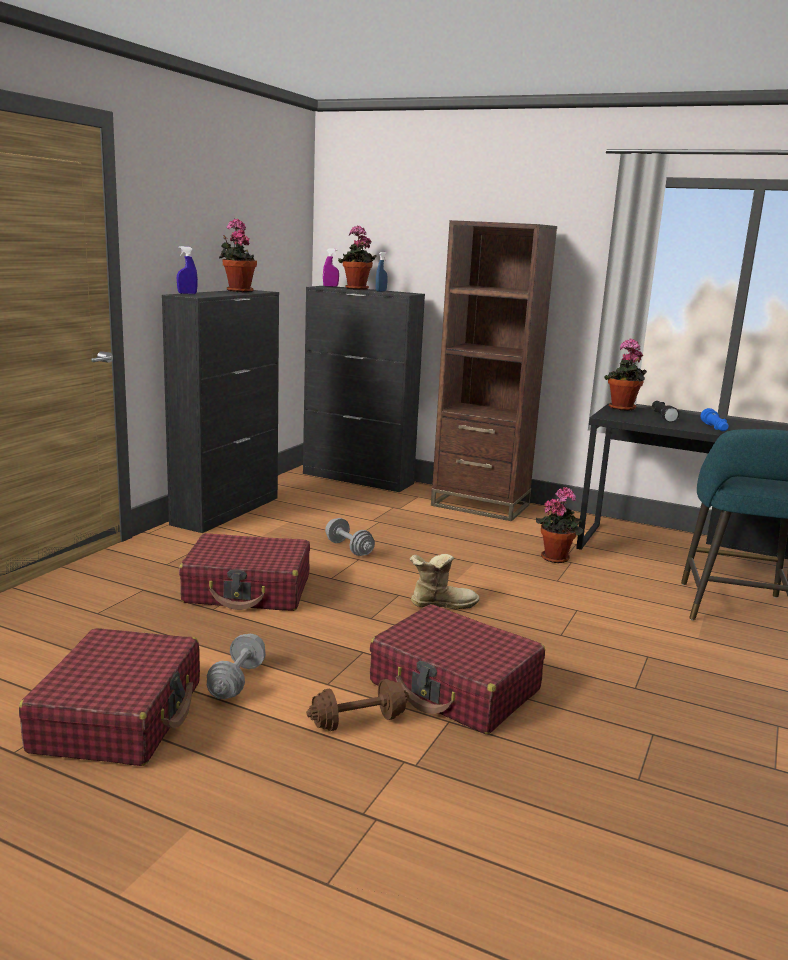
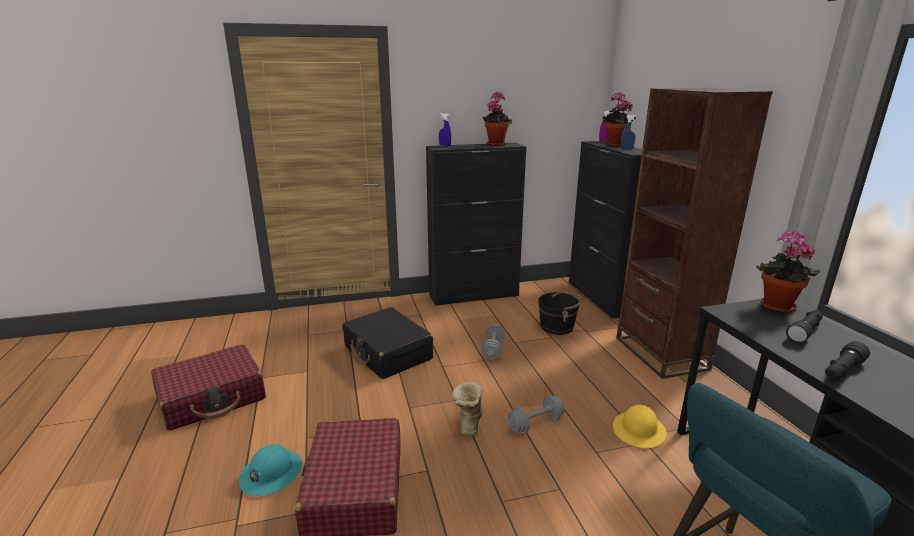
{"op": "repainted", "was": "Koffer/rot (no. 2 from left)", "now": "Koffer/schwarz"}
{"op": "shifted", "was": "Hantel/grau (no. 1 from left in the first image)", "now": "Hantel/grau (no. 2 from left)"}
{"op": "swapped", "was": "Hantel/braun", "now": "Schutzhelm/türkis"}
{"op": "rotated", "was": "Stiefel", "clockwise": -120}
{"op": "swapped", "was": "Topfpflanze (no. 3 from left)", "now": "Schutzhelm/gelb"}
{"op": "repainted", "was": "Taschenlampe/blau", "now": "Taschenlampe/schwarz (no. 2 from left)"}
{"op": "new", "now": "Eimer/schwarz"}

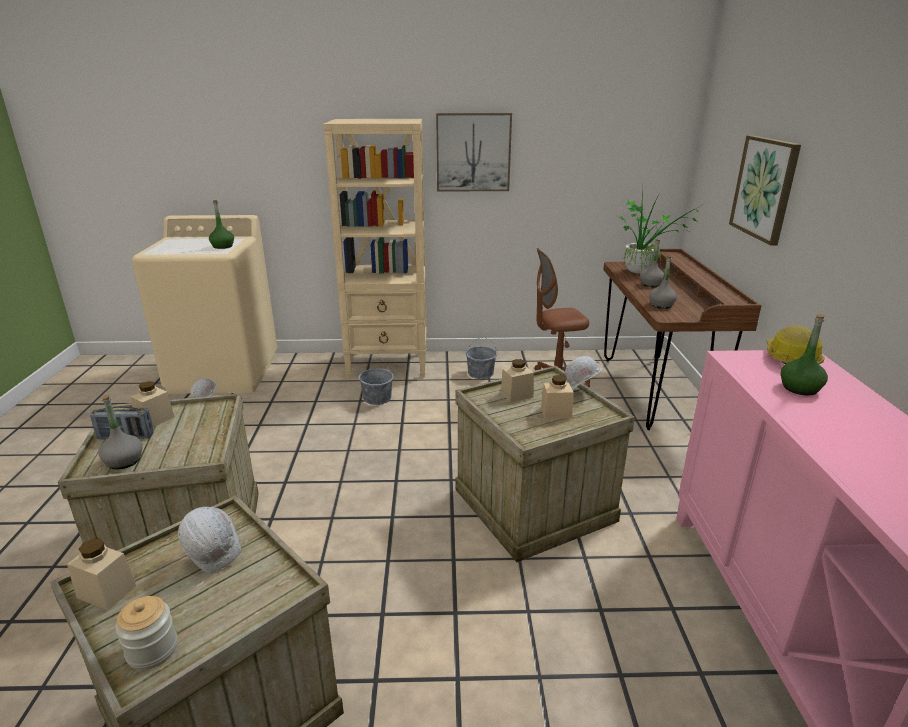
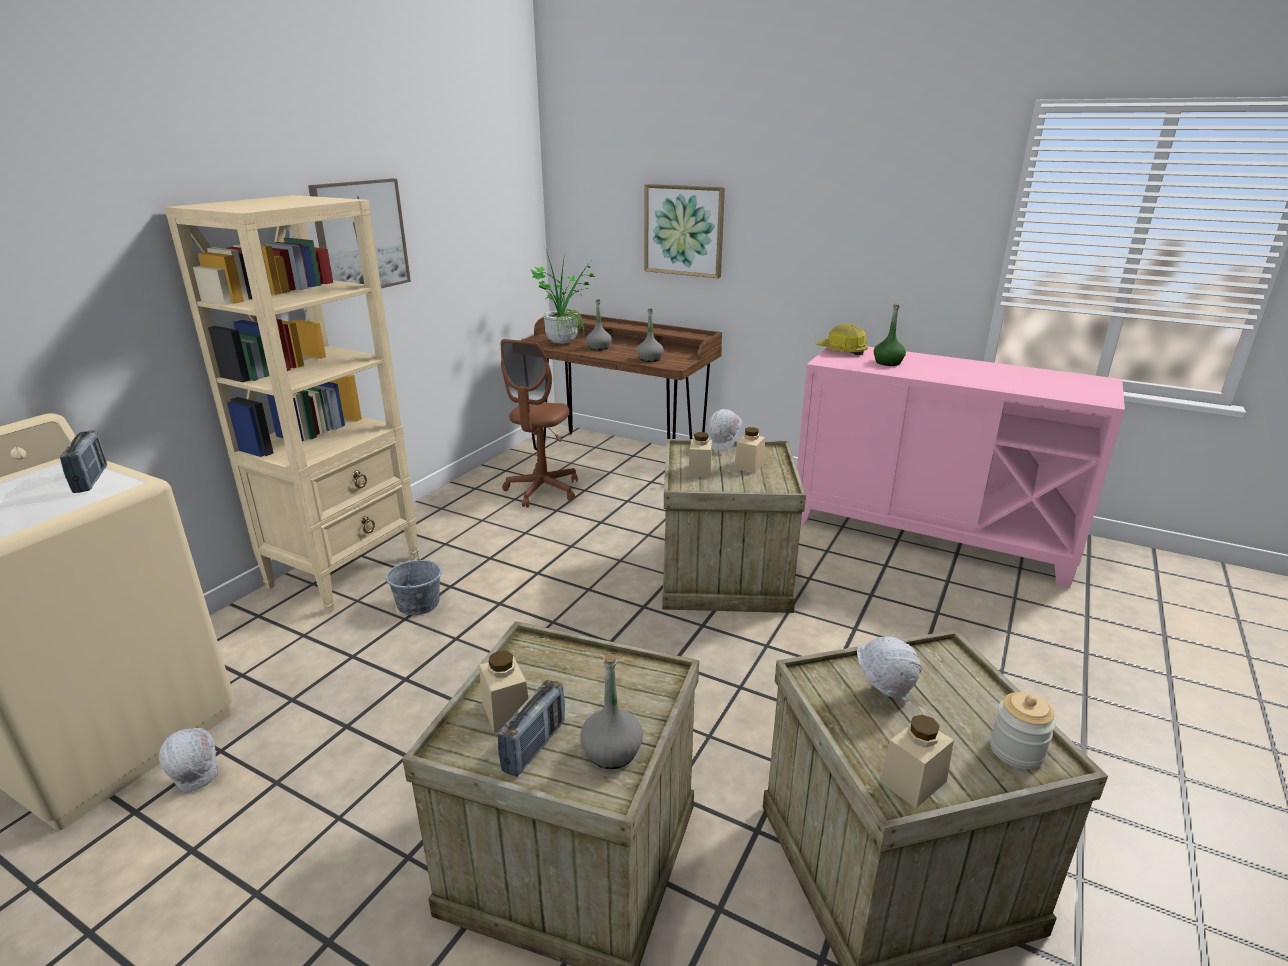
{"op": "swapped", "was": "Flasche/grün (no. 1 from left)", "now": "Radio (no. 1 from left)"}
{"op": "gone", "was": "Eimer/grau (no. 2 from left)"}

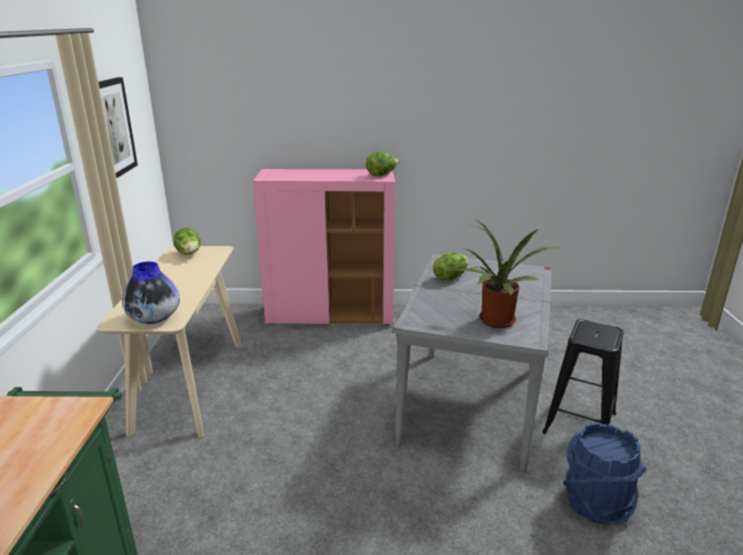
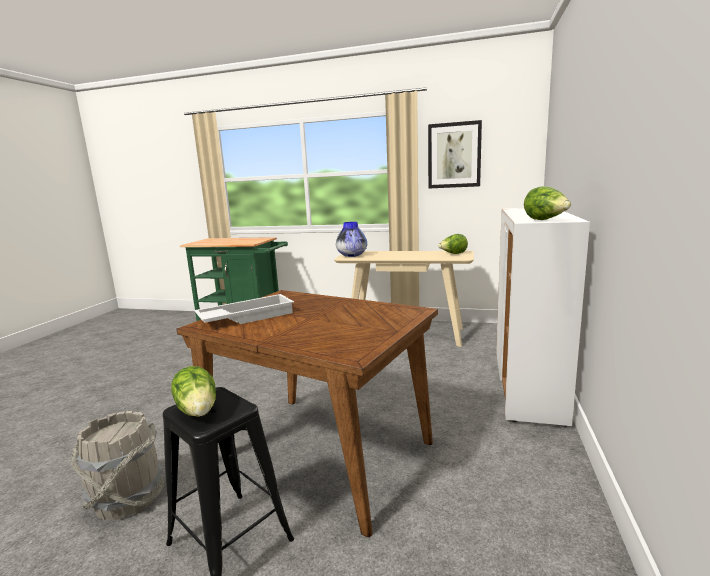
{"op": "repainted", "was": "Schrank/rosa", "now": "Schrank/weiß"}
{"op": "repainted", "was": "Esstisch/grau", "now": "Esstisch/braun"}
{"op": "shifted", "was": "Salatkopf (no. 3 from left in the first image)", "now": "Salatkopf (no. 1 from left)"}
{"op": "swapped", "was": "Topfpflanze", "now": "Tablett/weiß"}
{"op": "repainted", "was": "Eimer/blau", "now": "Eimer/grau"}

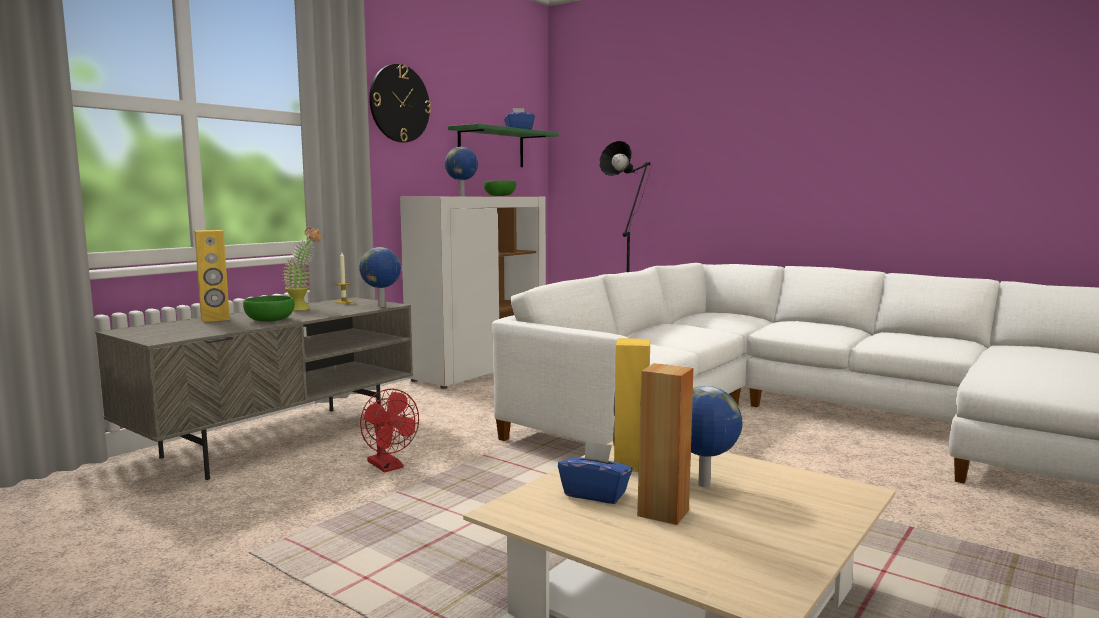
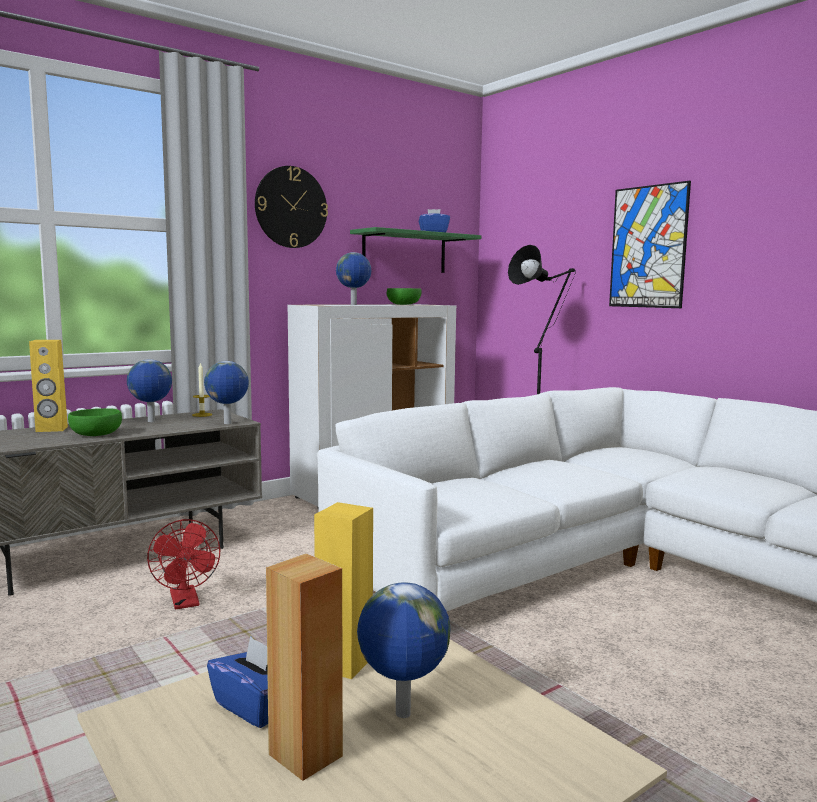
{"op": "swapped", "was": "Topfpflanze", "now": "Globus (no. 1 from left)"}
{"op": "new", "now": "Bild"}

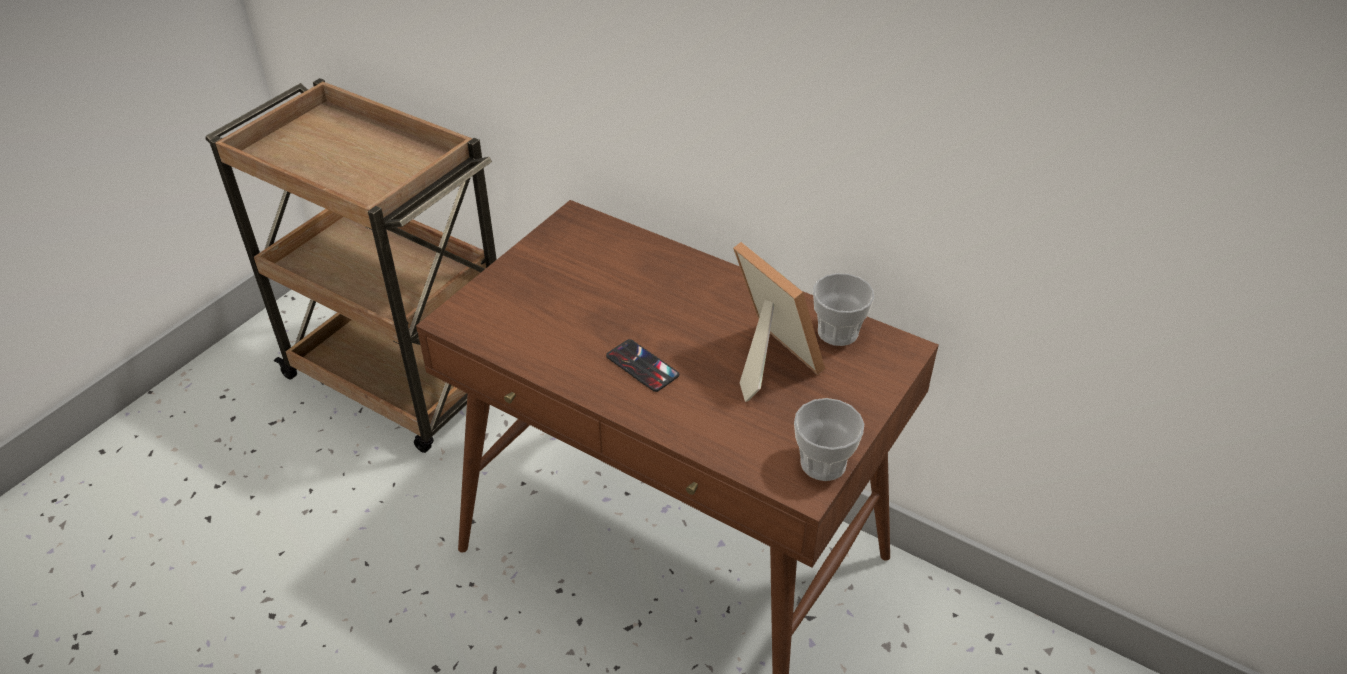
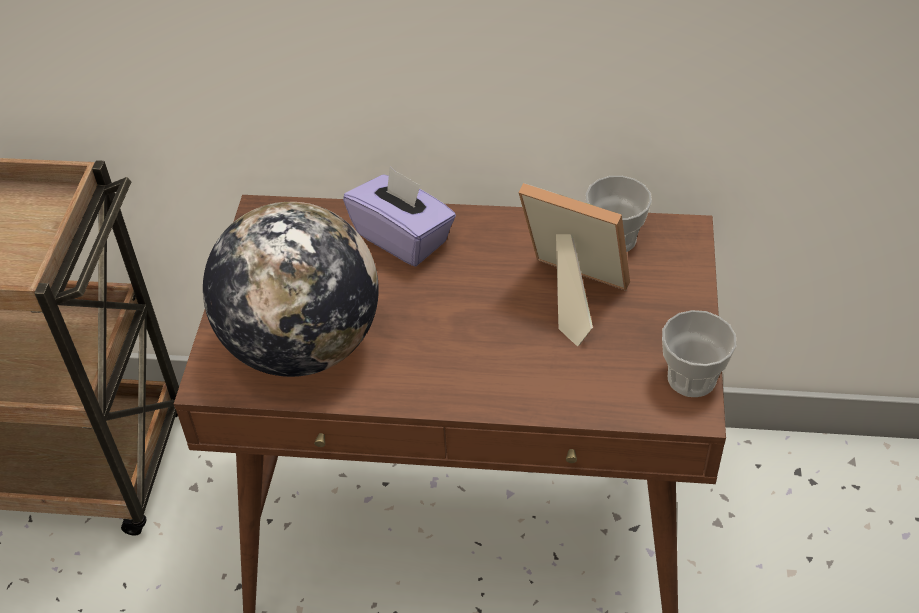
{"op": "gone", "was": "Handy"}
{"op": "new", "now": "Globus"}
{"op": "new", "now": "Taschentuchbox/lila"}

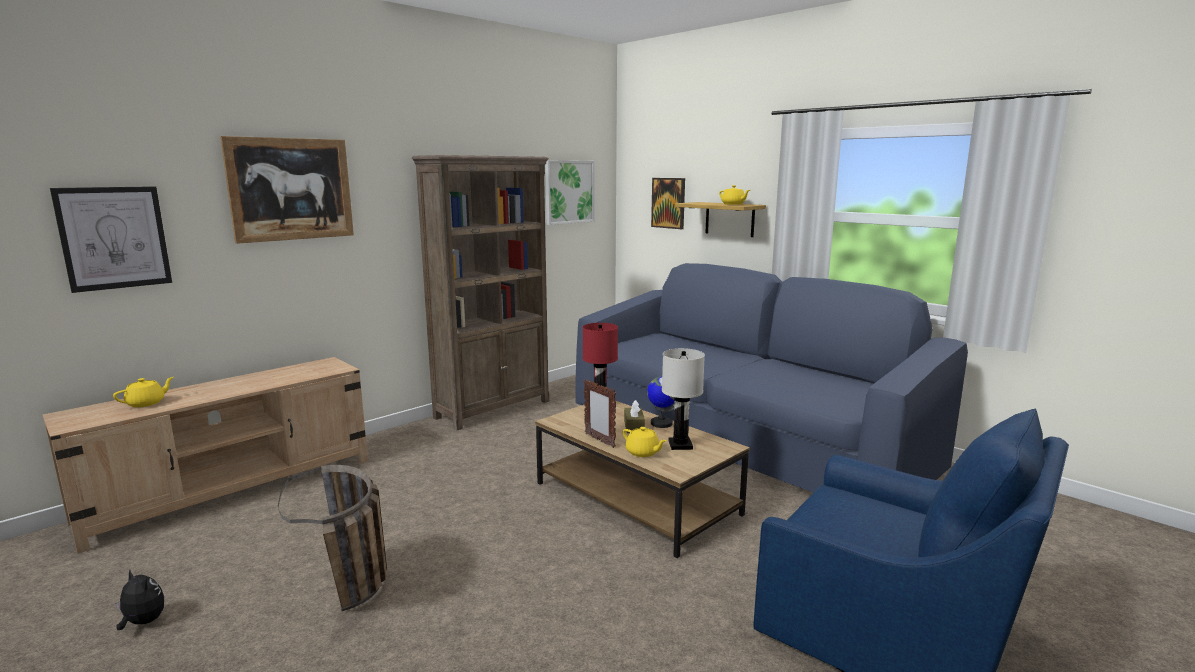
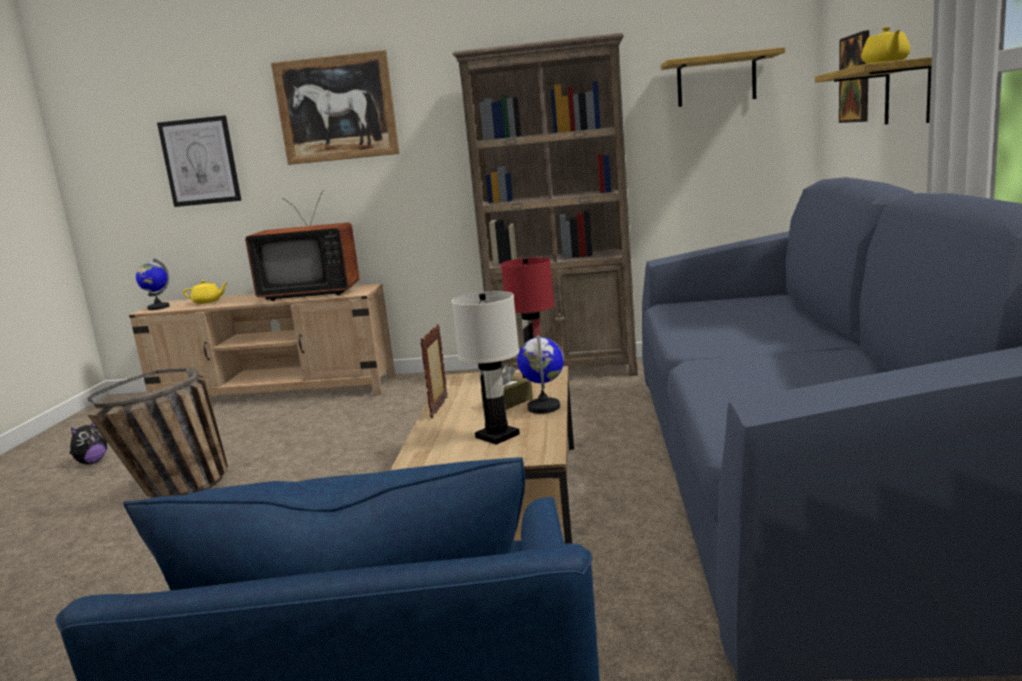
{"op": "rotated", "was": "Plüschtier", "clockwise": 45}
{"op": "swapped", "was": "Bild (no. 3 from left)", "now": "Wandregal (no. 1 from left)"}
{"op": "gone", "was": "Teekanne/gelb (no. 2 from left)"}
{"op": "new", "now": "Globus (no. 1 from left)"}
{"op": "new", "now": "Fernseher"}

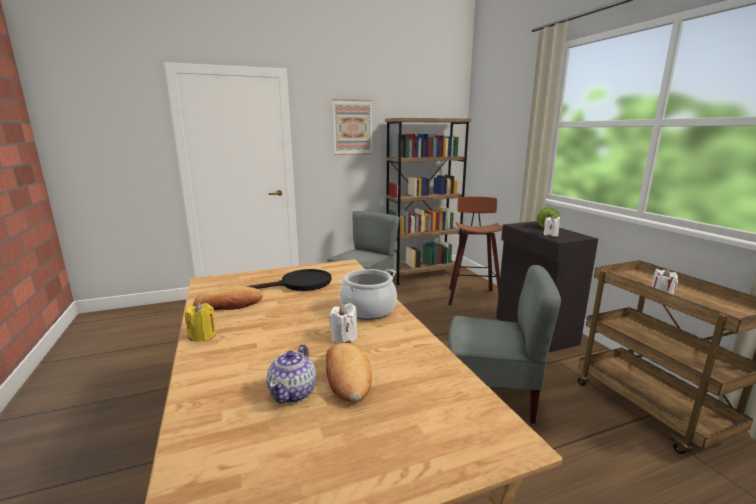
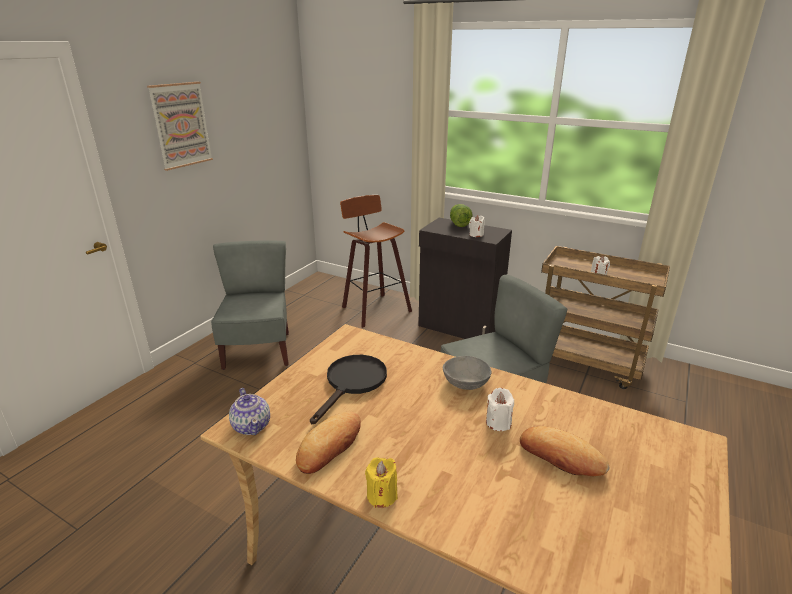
{"op": "shifted", "was": "Teekanne"}
{"op": "swapped", "was": "Kochtopf", "now": "Schüssel/grau"}
{"op": "gone", "was": "Bücherregal/braun"}

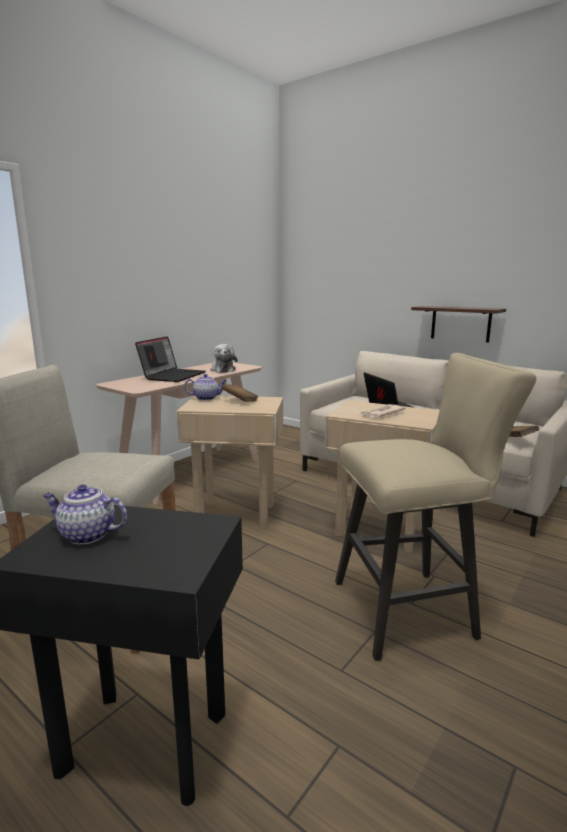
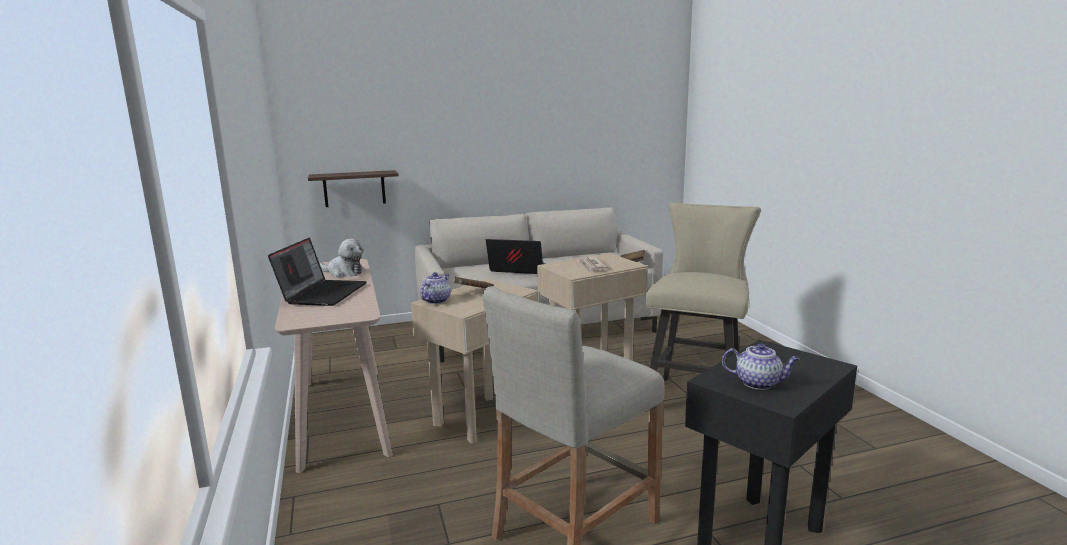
{"op": "rotated", "was": "Teekanne (no. 1 from left in the first image)", "clockwise": -120}
{"op": "rotated", "was": "Laptop (no. 1 from left)", "clockwise": 45}
{"op": "shifted", "was": "Wandregal"}

